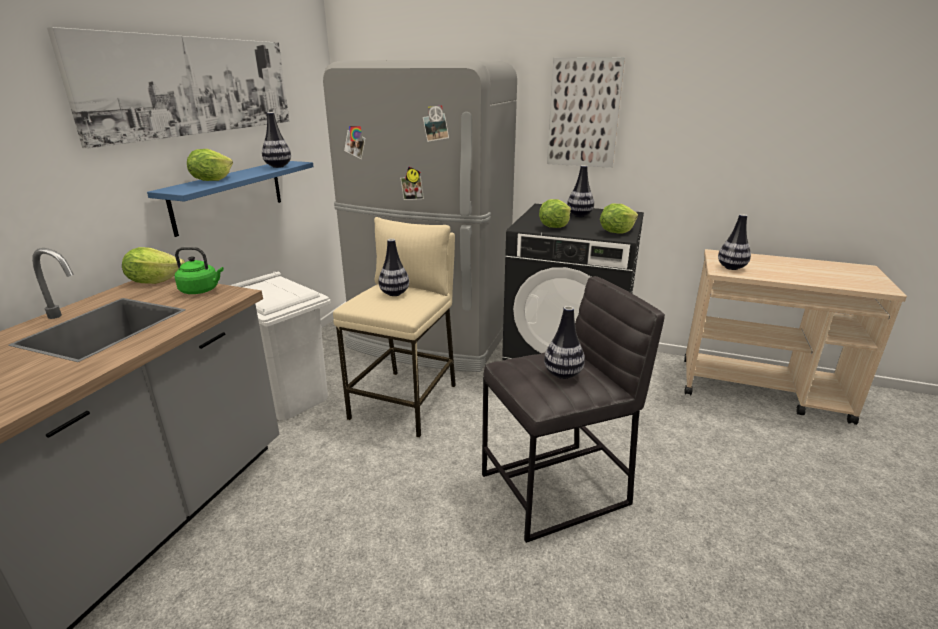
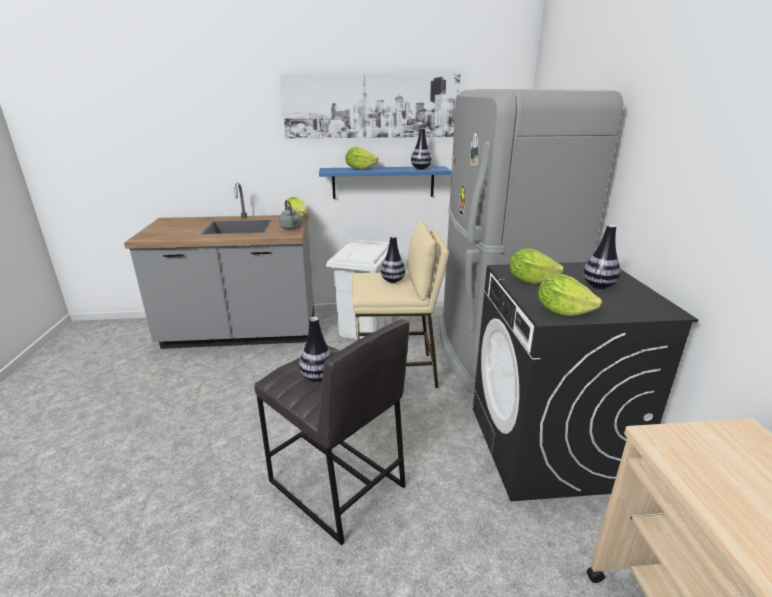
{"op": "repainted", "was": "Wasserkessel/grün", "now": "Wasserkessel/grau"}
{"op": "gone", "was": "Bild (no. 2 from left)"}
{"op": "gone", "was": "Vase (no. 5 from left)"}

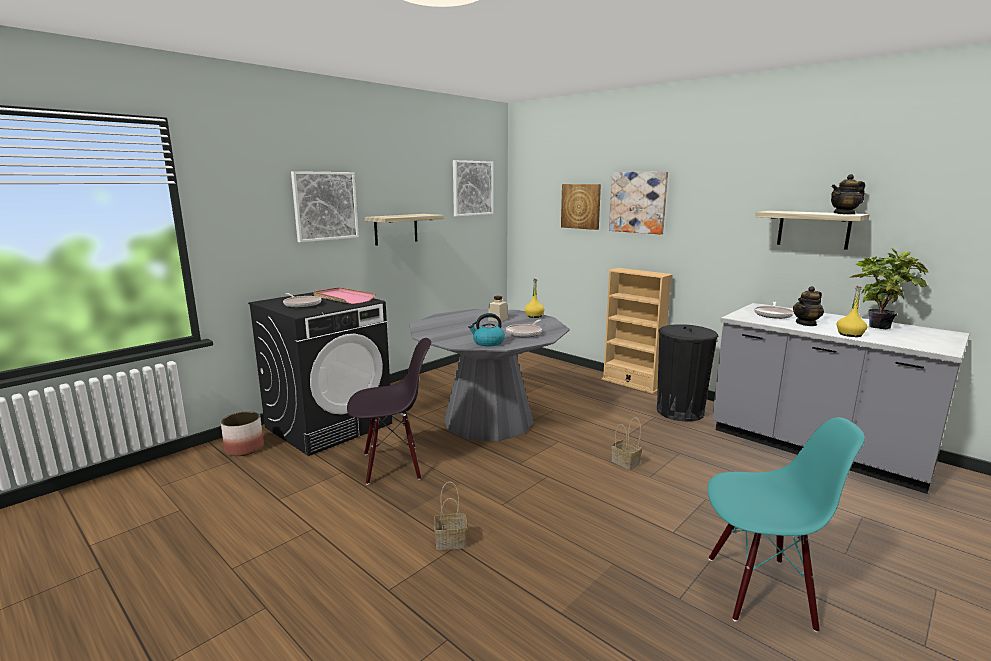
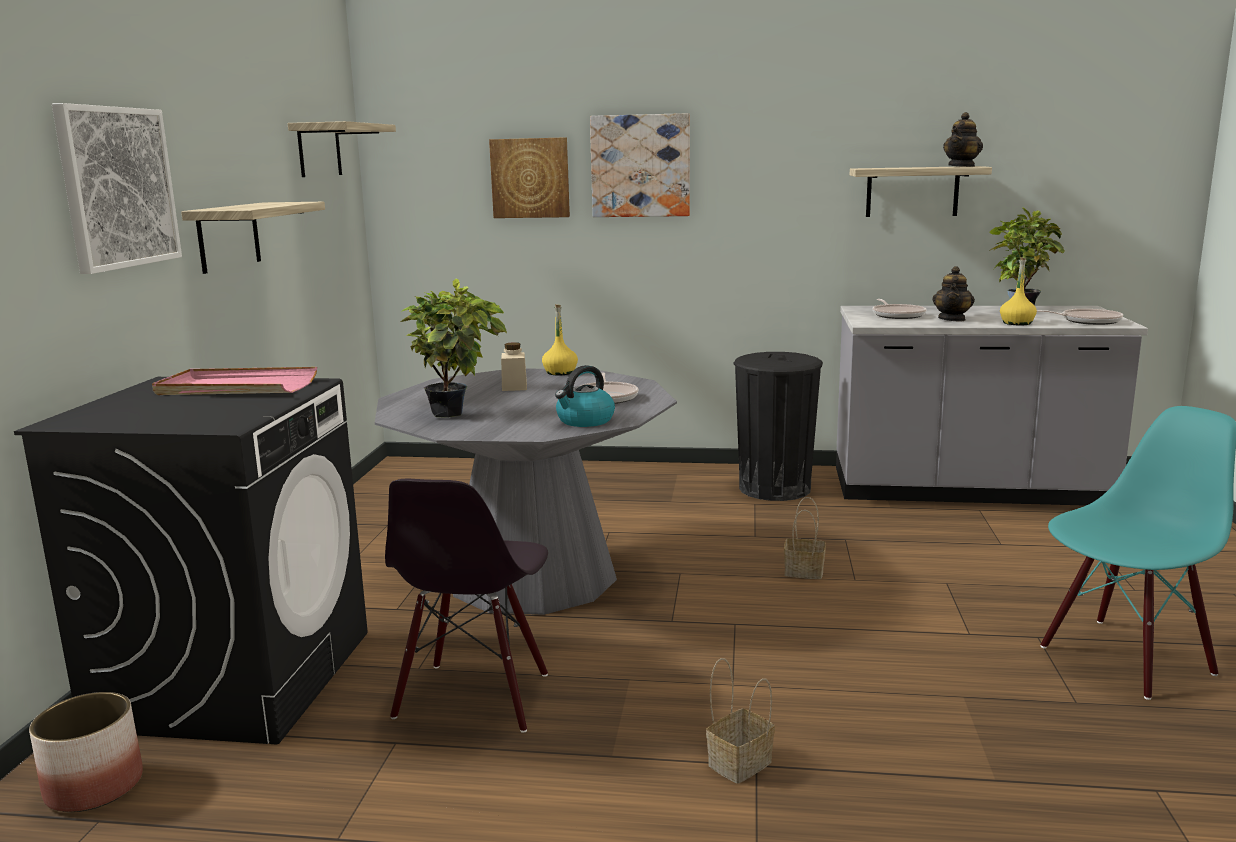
{"op": "shifted", "was": "Pfanne (no. 1 from left in the first image)", "now": "Pfanne (no. 3 from left)"}
{"op": "rotated", "was": "Stuhl/schwarz", "clockwise": 150}
{"op": "swapped", "was": "Bild (no. 2 from left)", "now": "Wandregal (no. 2 from left)"}
{"op": "gone", "was": "Bücherregal/beige"}
{"op": "new", "now": "Topfpflanze (no. 1 from left)"}

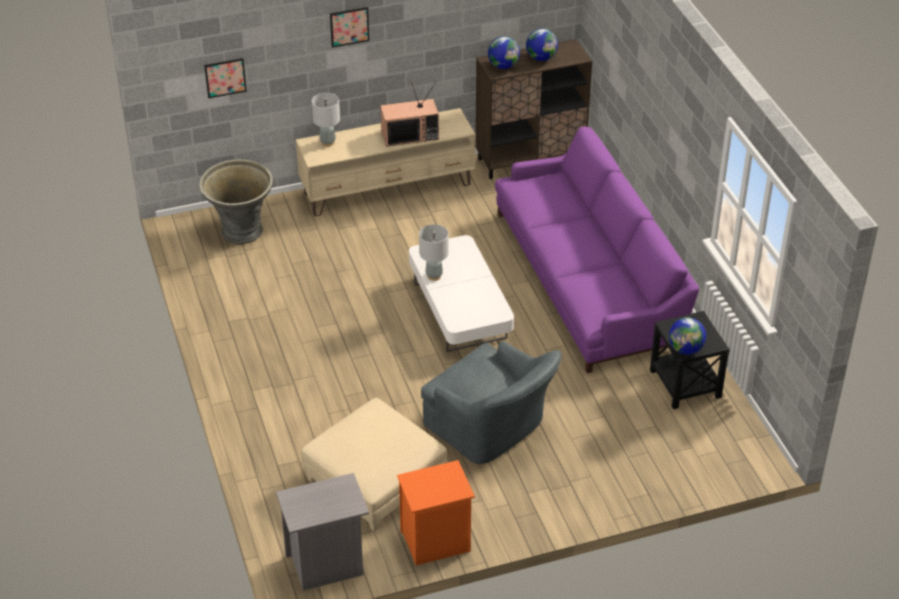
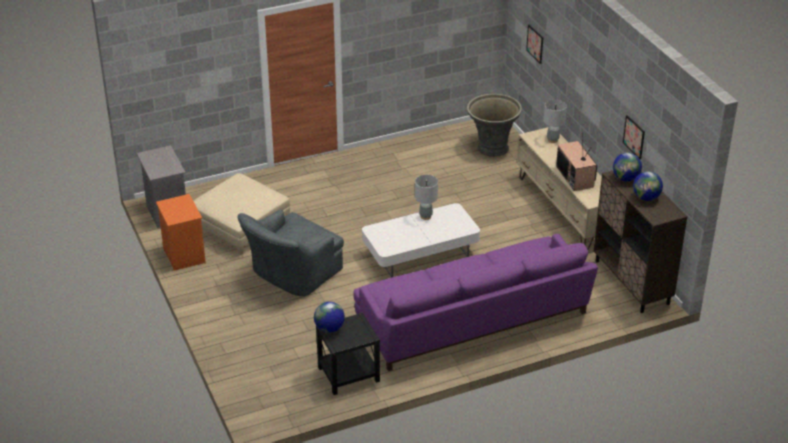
{"op": "shifted", "was": "Bild (no. 2 from left)"}

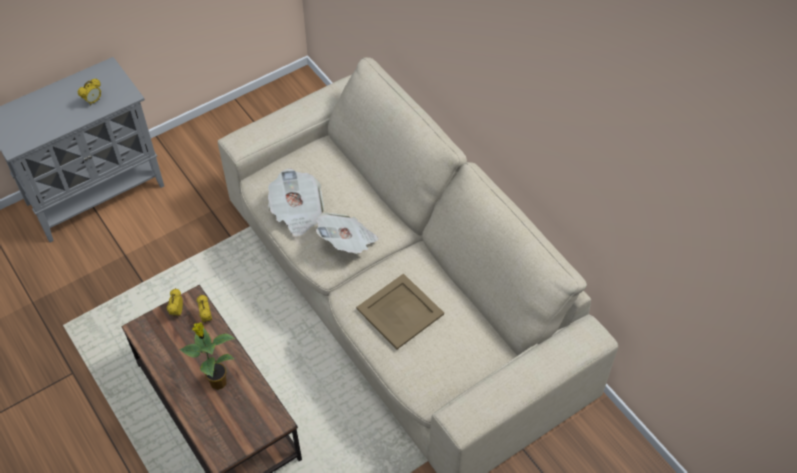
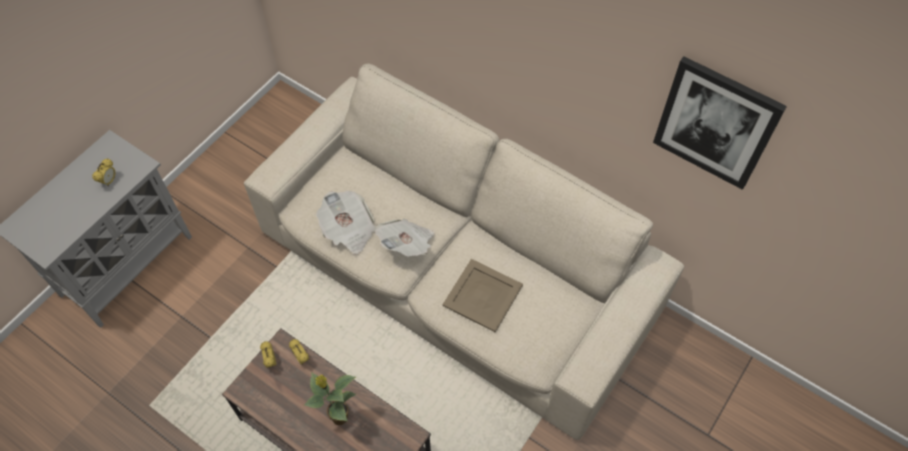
{"op": "new", "now": "Bild"}

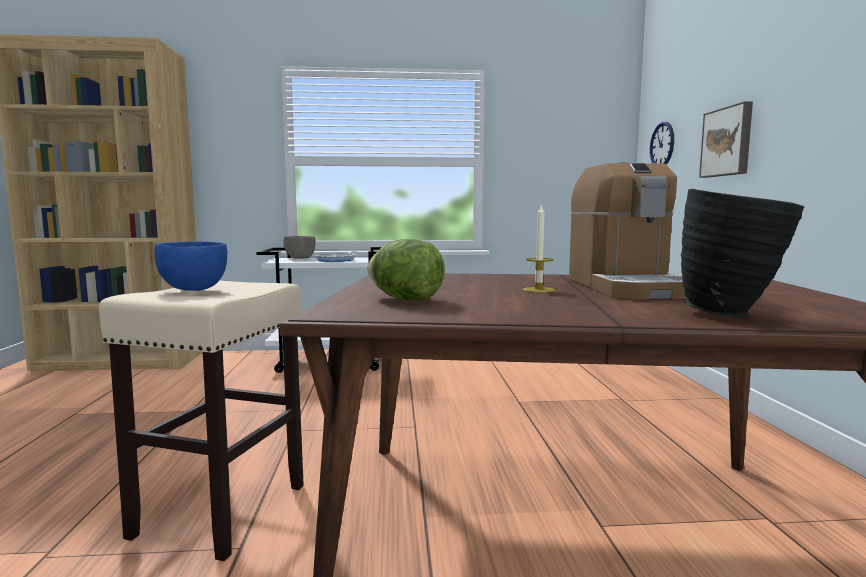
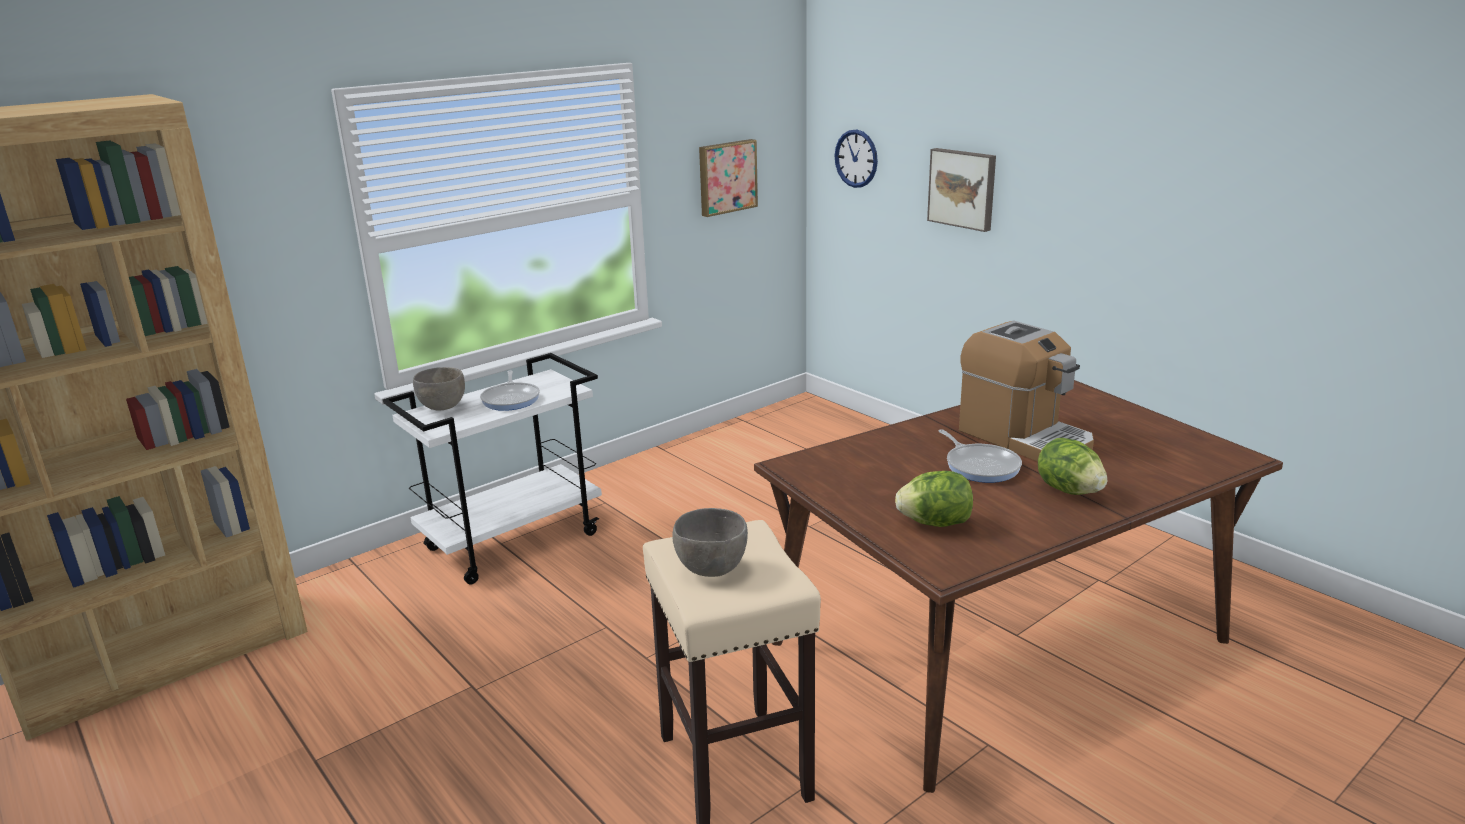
{"op": "repainted", "was": "Schüssel/blau", "now": "Schüssel/grau (no. 2 from left)"}
{"op": "swapped", "was": "Kerze", "now": "Pfanne (no. 2 from left)"}
{"op": "gone", "was": "Vase/schwarz"}
{"op": "new", "now": "Bild (no. 1 from left)"}
{"op": "new", "now": "Salatkopf (no. 2 from left)"}

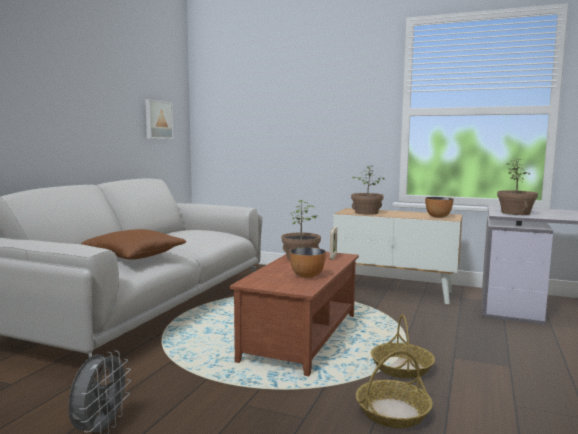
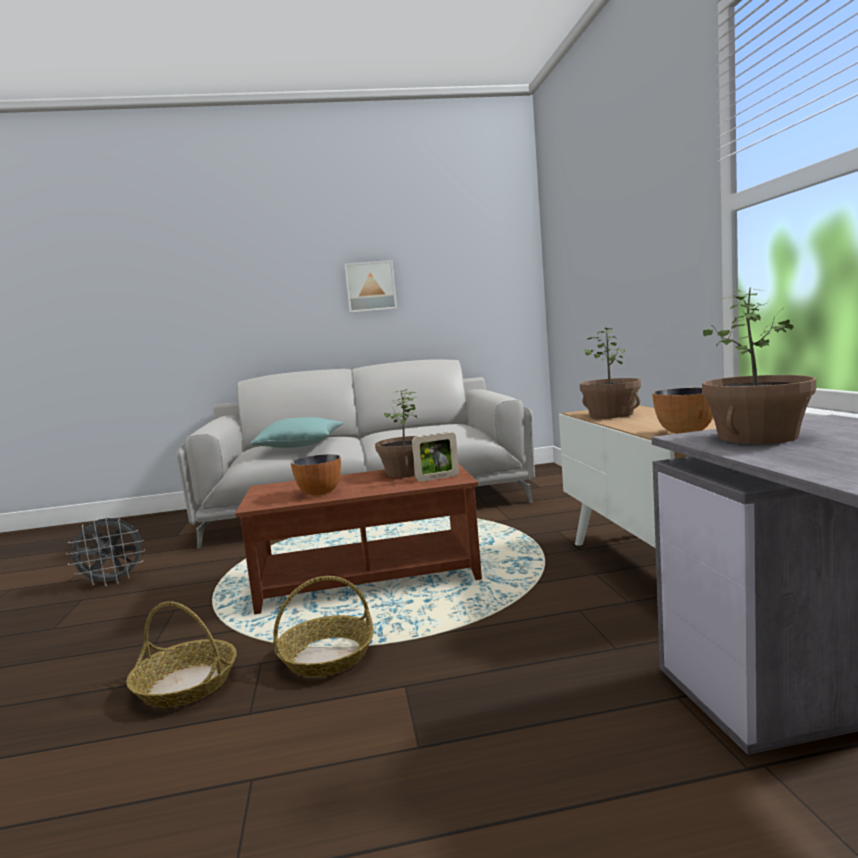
{"op": "repainted", "was": "Kissen/braun", "now": "Kissen/türkis"}
{"op": "shifted", "was": "Bild"}

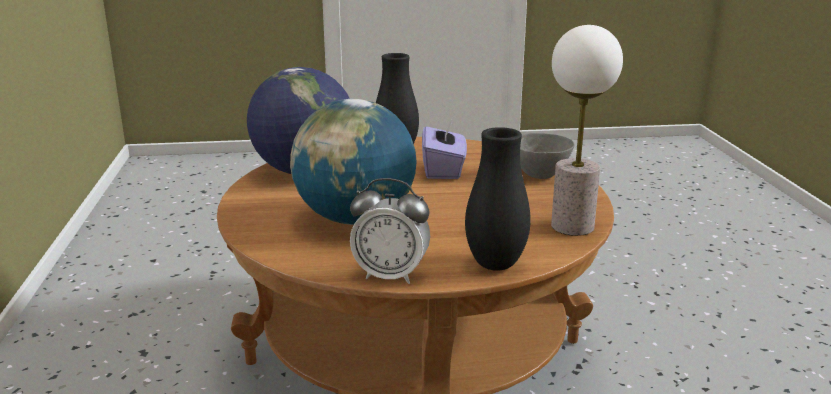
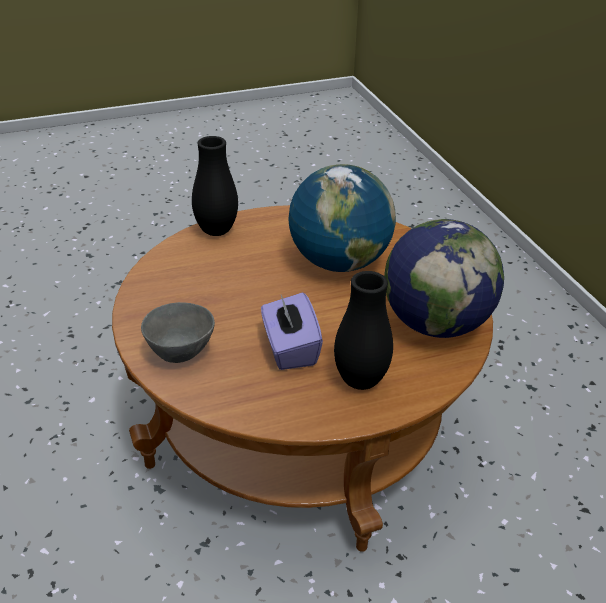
{"op": "gone", "was": "Wecker"}
{"op": "gone", "was": "Tischlampe"}

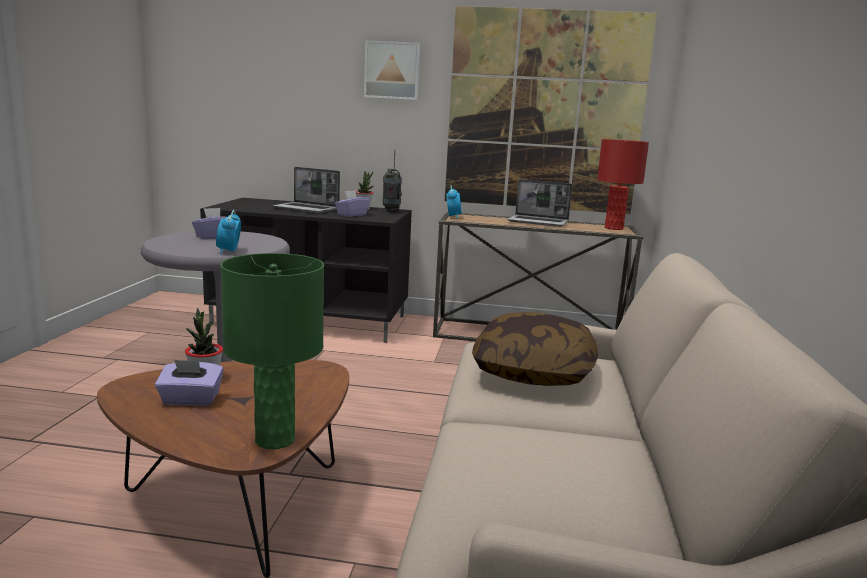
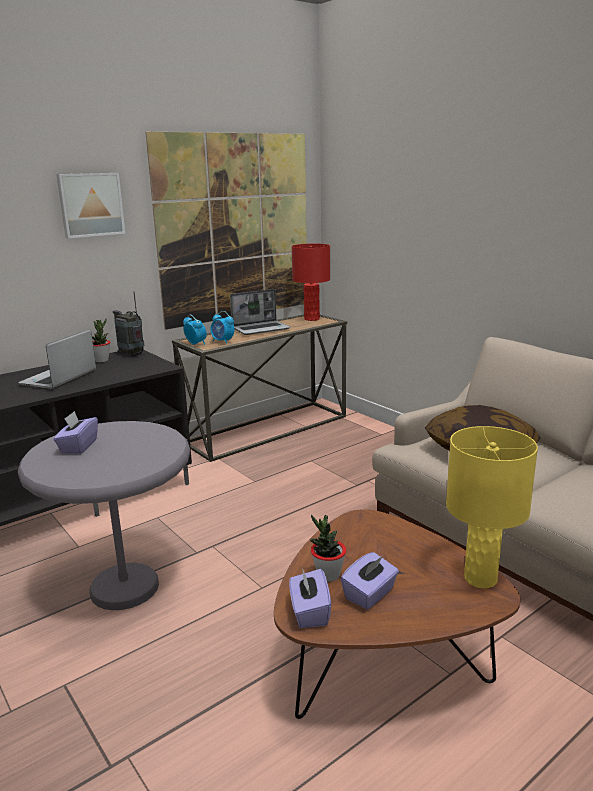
{"op": "shifted", "was": "Wecker (no. 1 from left in the first image)", "now": "Wecker (no. 2 from left)"}
{"op": "repainted", "was": "Tischlampe/grün", "now": "Tischlampe/gelb"}
{"op": "rotated", "was": "Laptop (no. 1 from left)", "clockwise": 135}
{"op": "shifted", "was": "Taschentuchbox/lila (no. 3 from left in the first image)", "now": "Taschentuchbox/lila (no. 2 from left)"}

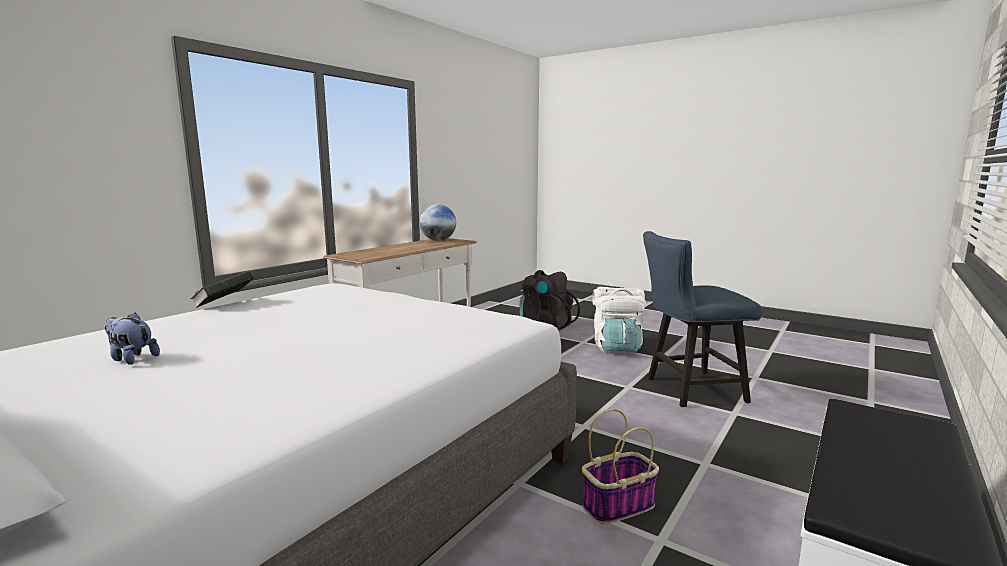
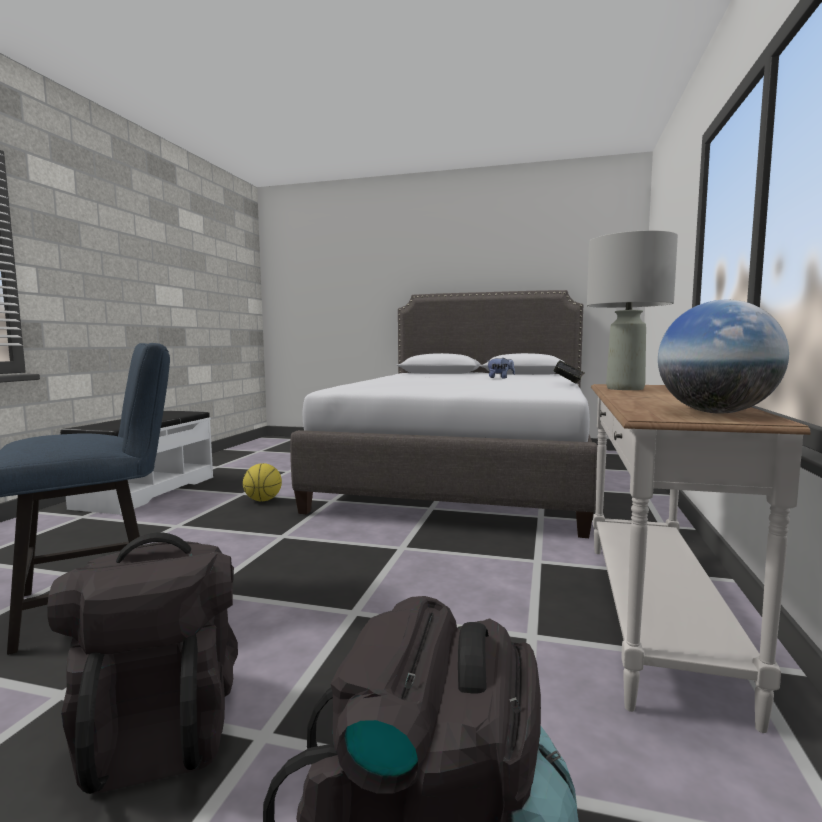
{"op": "swapped", "was": "Korb", "now": "Basketball"}
{"op": "repainted", "was": "Rucksack/weiß", "now": "Rucksack/schwarz (no. 1 from left)"}
{"op": "new", "now": "Tischlampe/grau"}

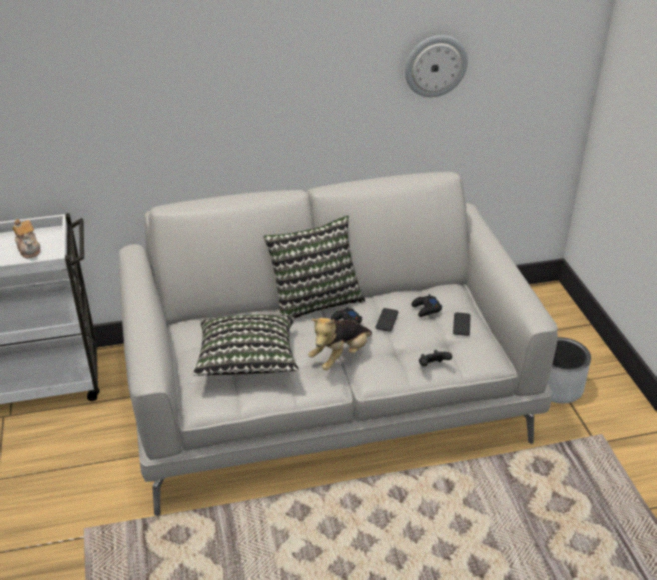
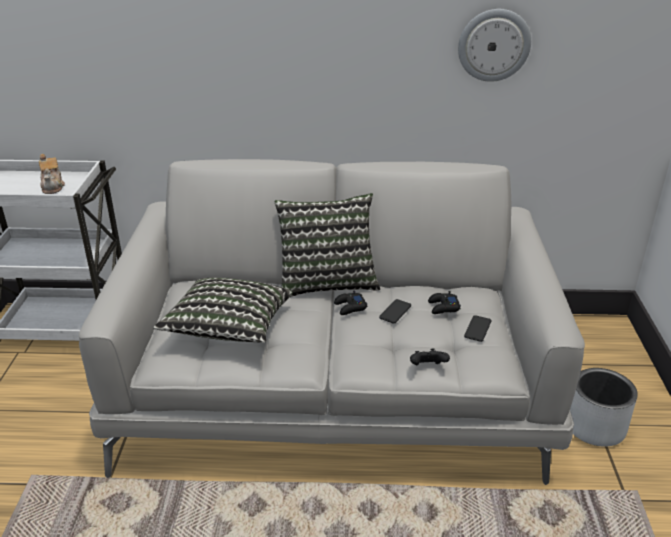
{"op": "gone", "was": "Plüschtier"}

